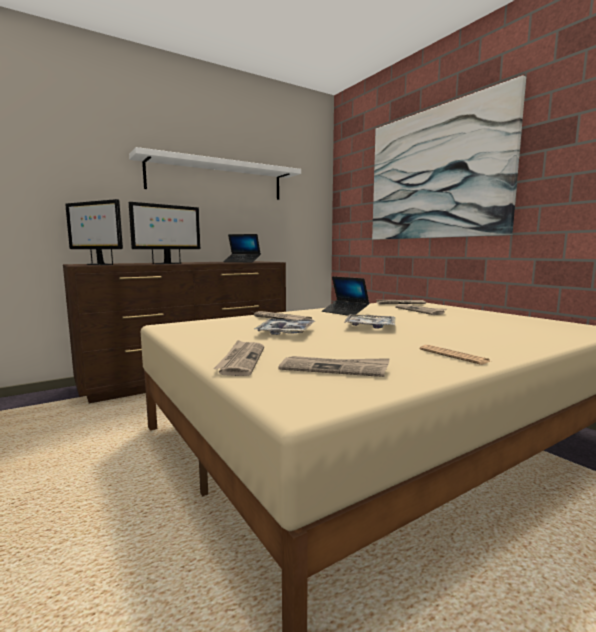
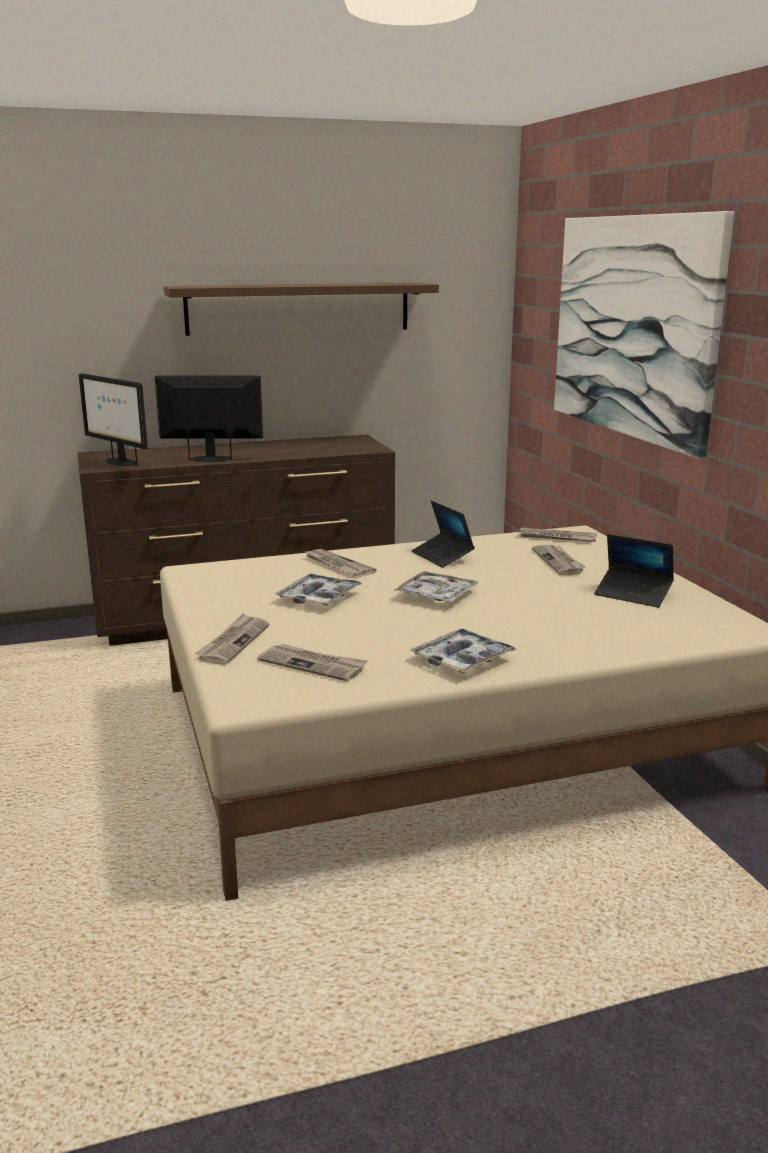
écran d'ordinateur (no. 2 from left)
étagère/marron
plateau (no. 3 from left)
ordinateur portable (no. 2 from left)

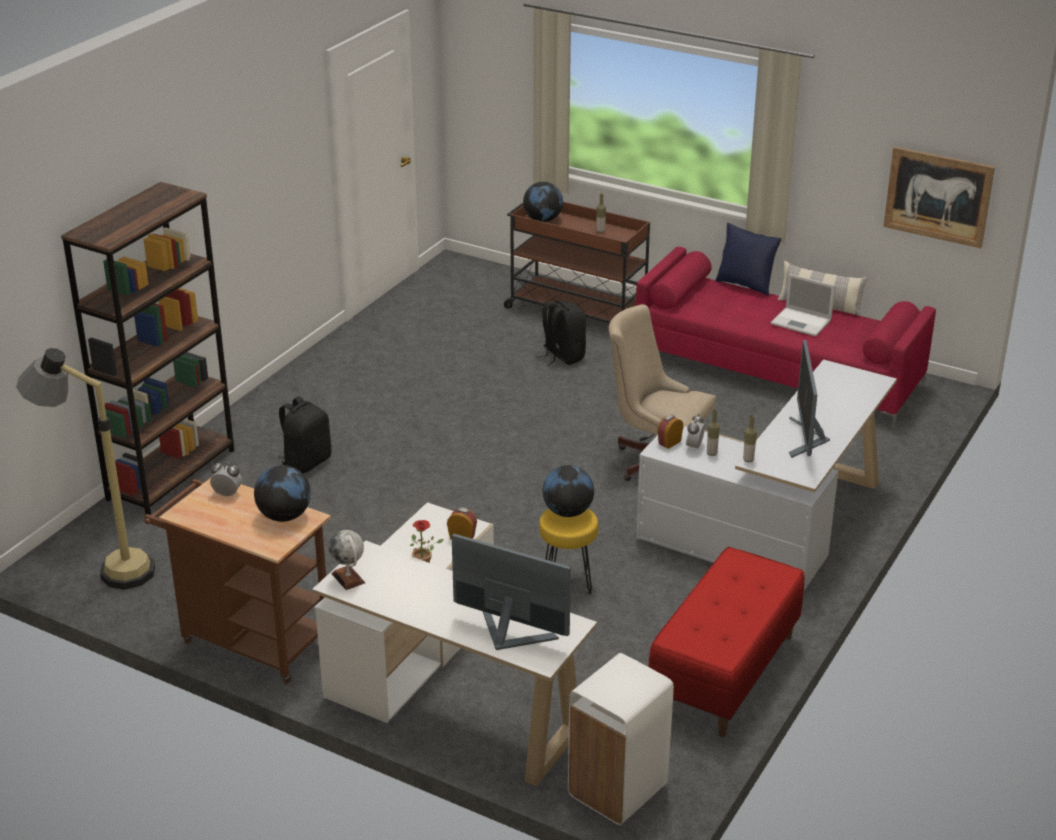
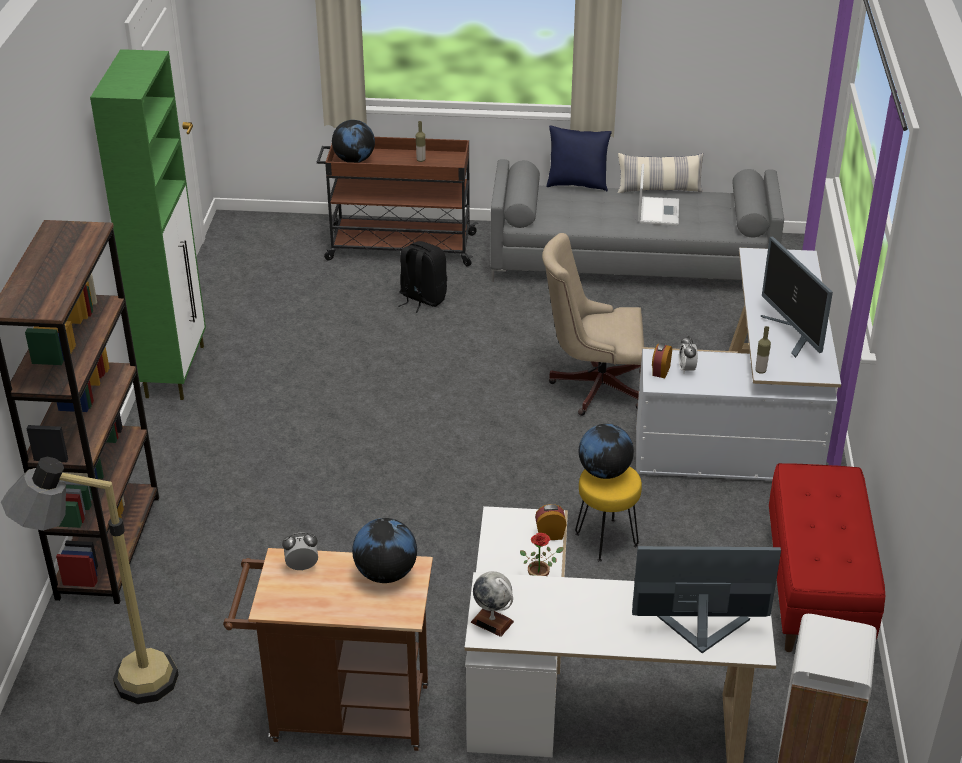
meuble de rangement/vert
canapé/gris
ordinateur portable
sac à dos/noir (no. 1 from left in the first image)
bouteille (no. 2 from left in the first image)
tableau

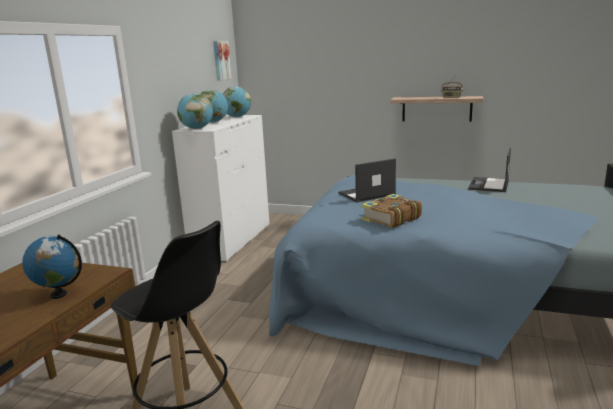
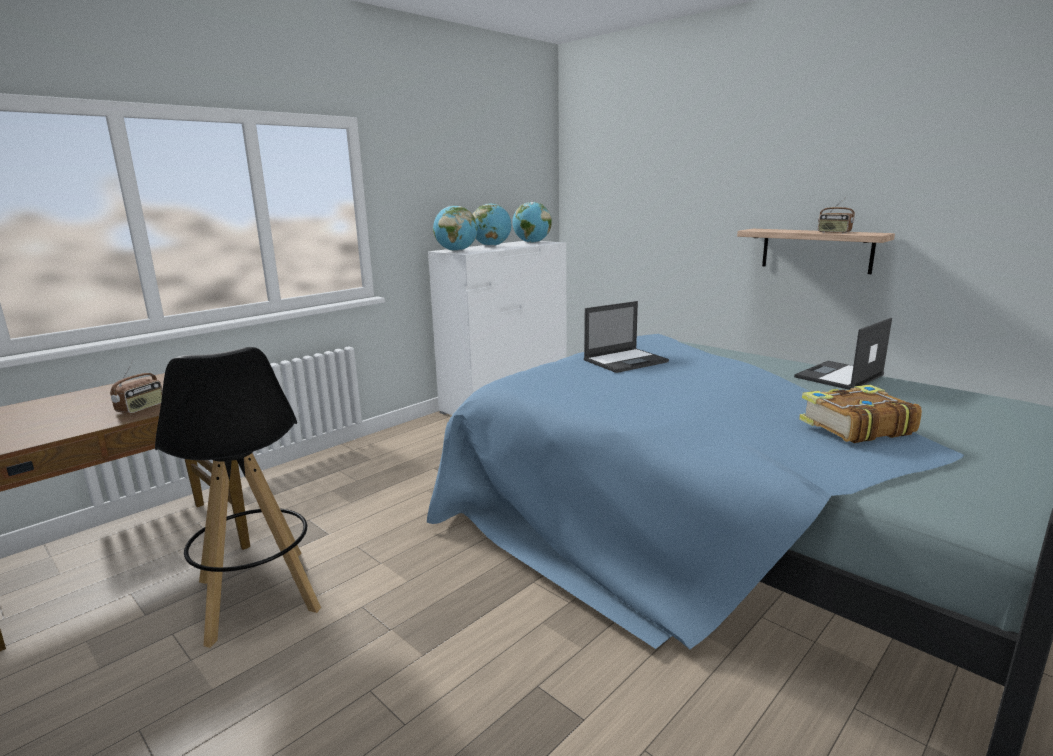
radio (no. 1 from left)
ordinateur portable (no. 1 from left)
livre
tableau

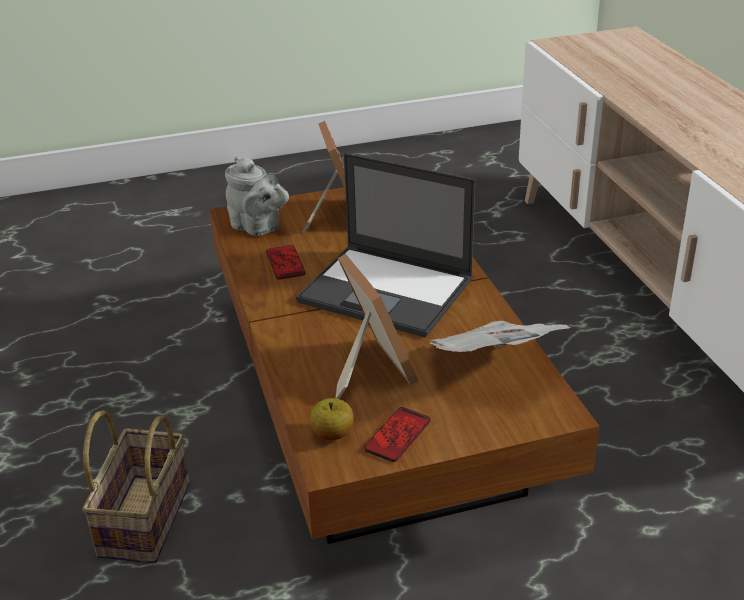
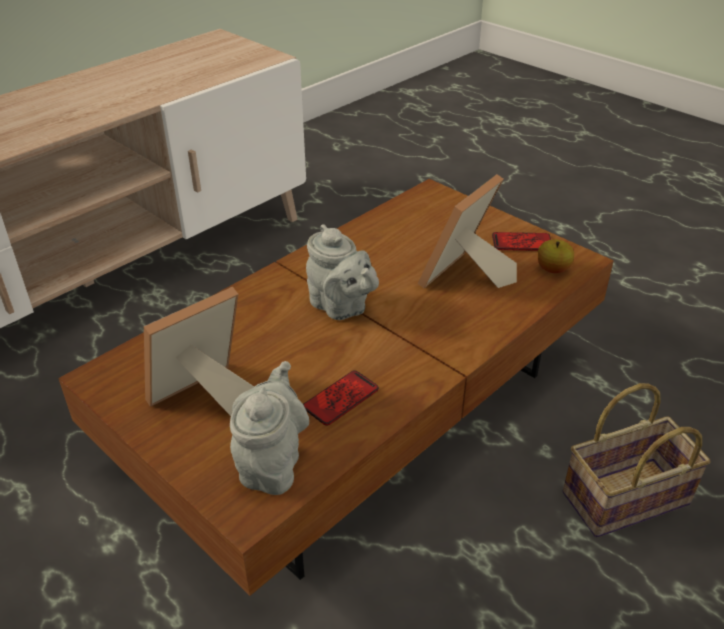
théière/gris (no. 2 from left)
journal

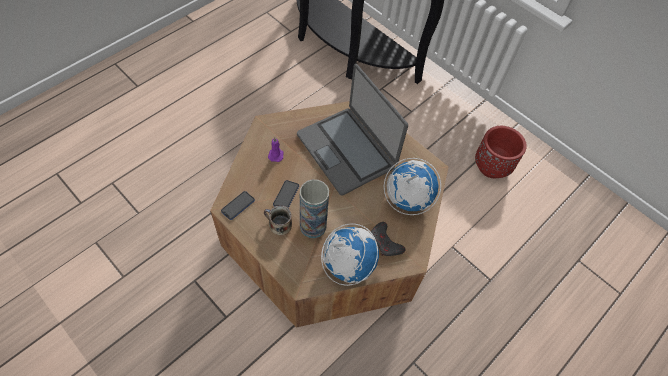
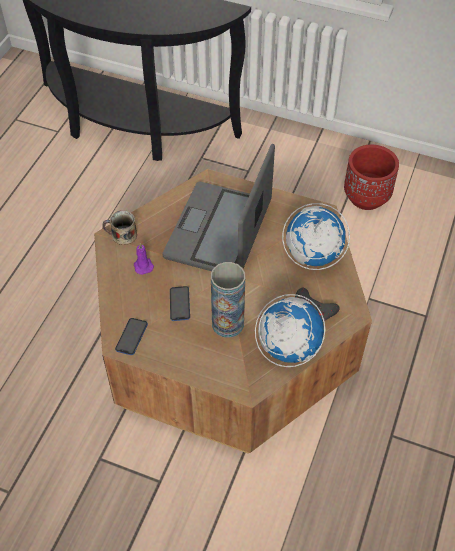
mug
ordinateur portable

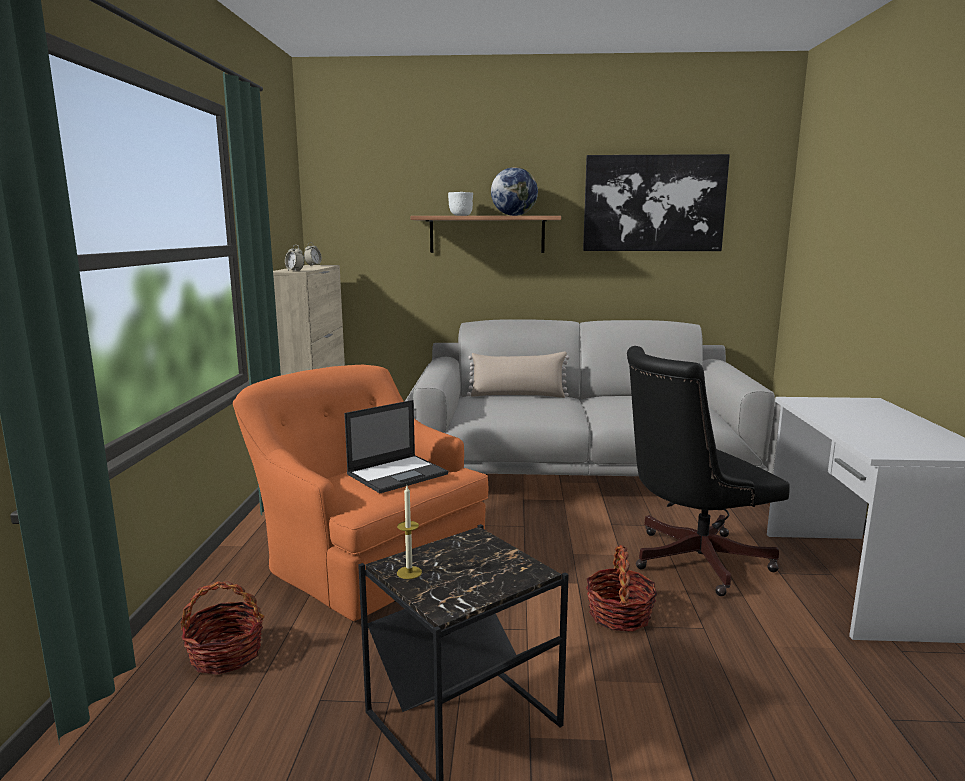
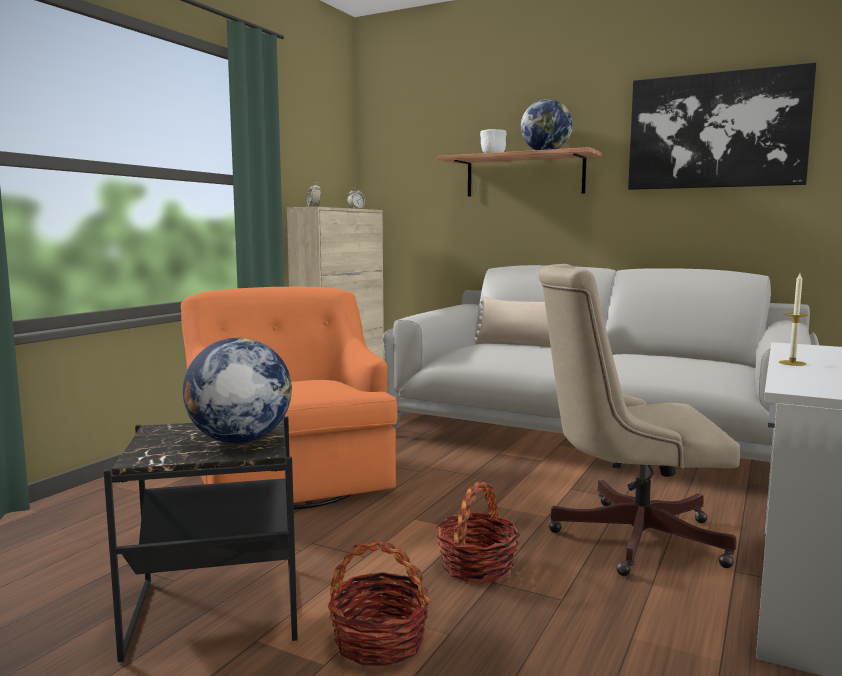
globe (no. 1 from left)
panier (no. 1 from left)
chaise de bureau/beige
bougie
ordinateur portable

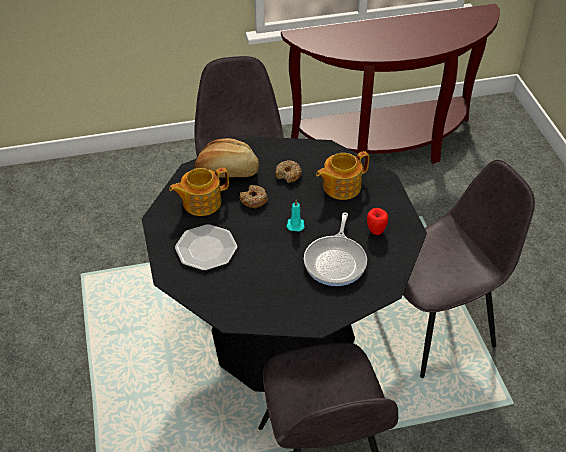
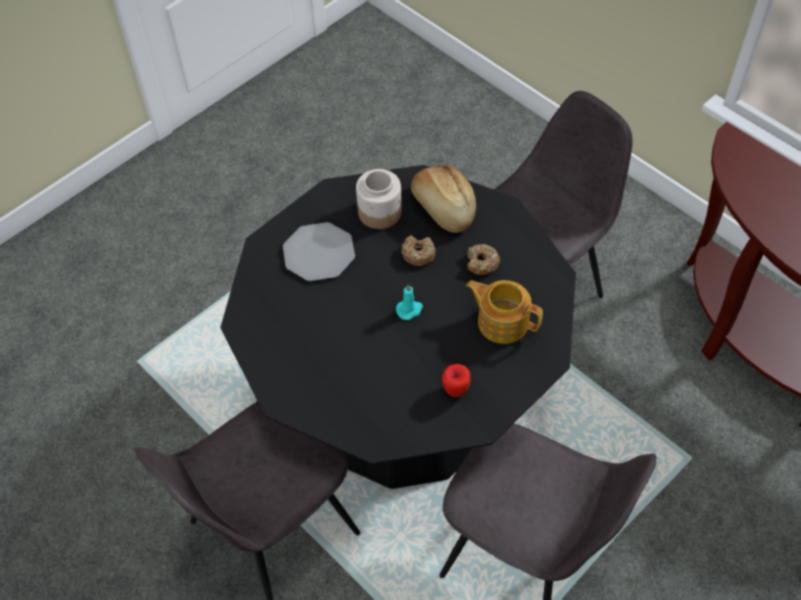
bocal
poêle

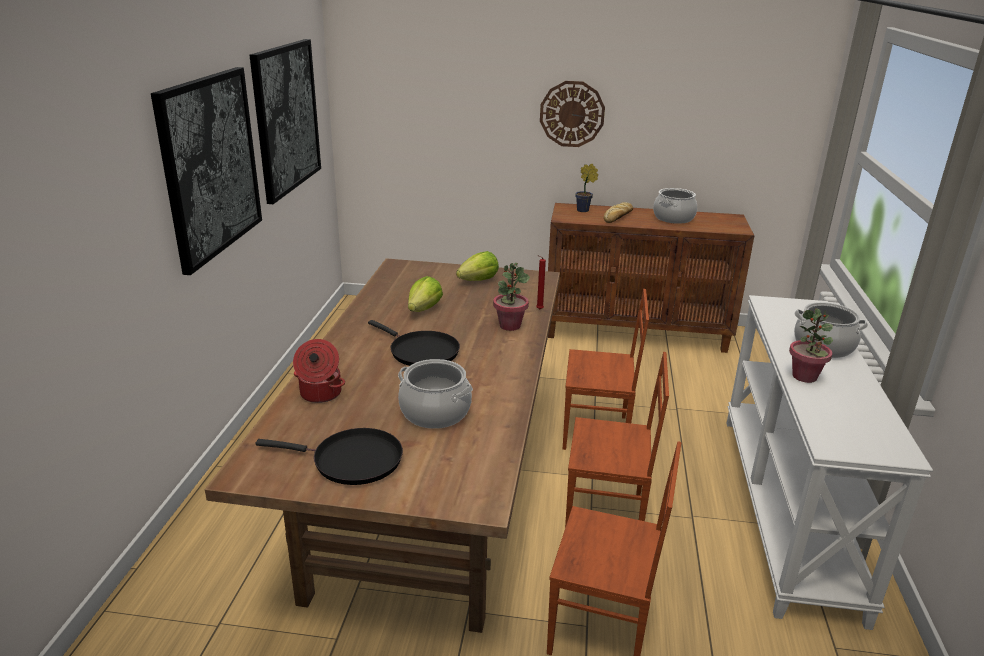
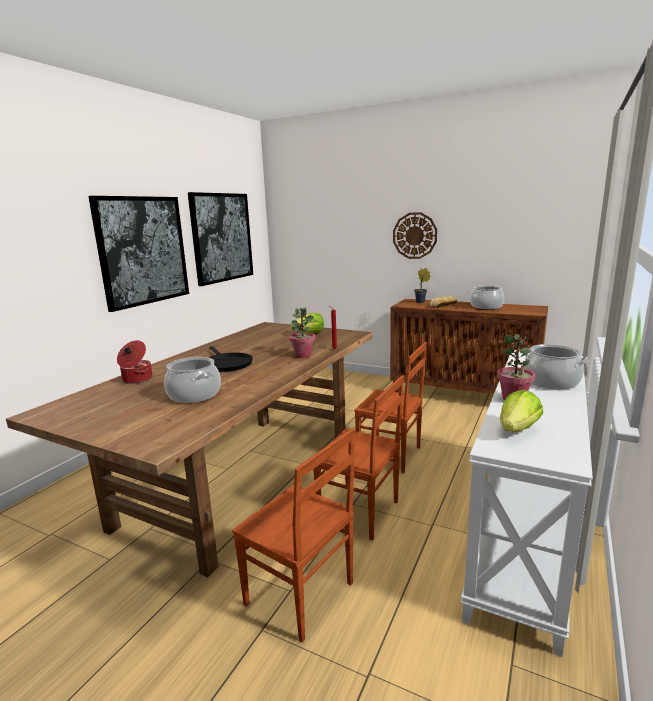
laitue (no. 2 from left)
poêle/noir (no. 1 from left in the first image)

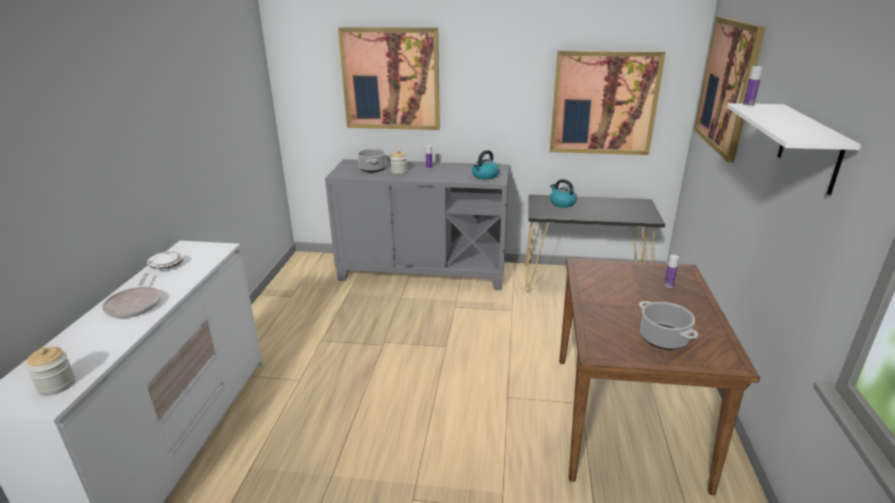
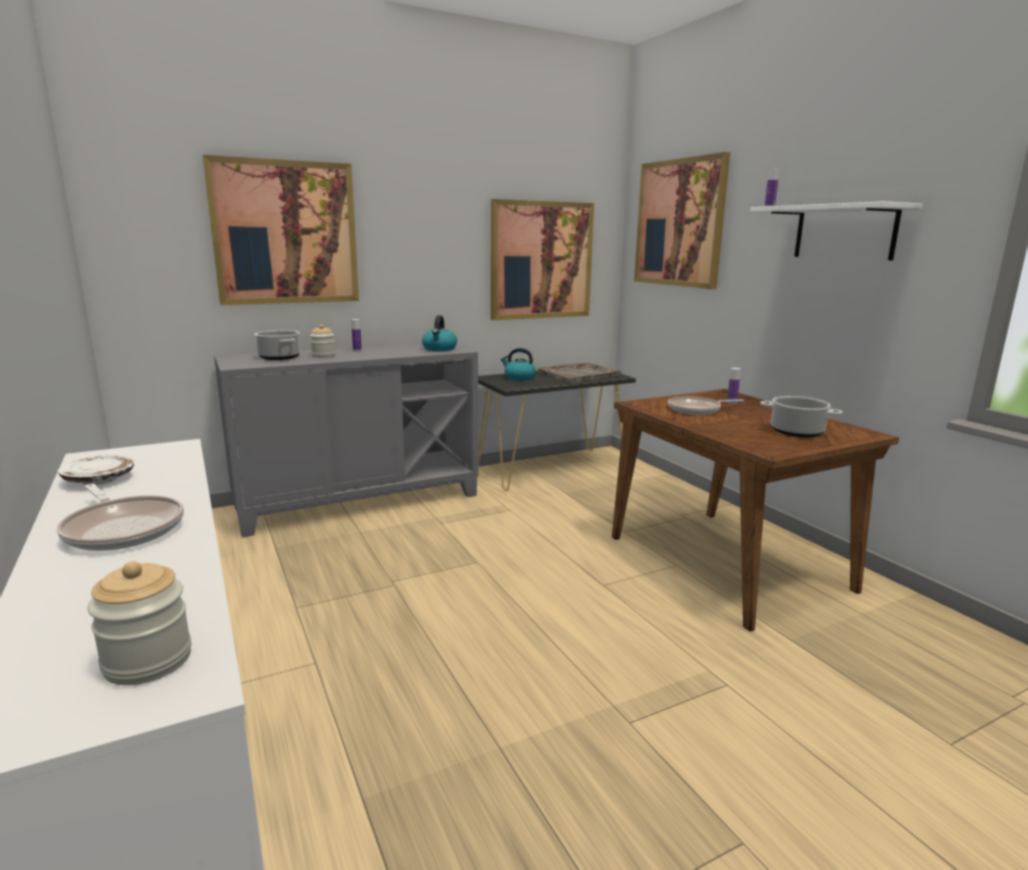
plateau/gris
poêle (no. 2 from left)

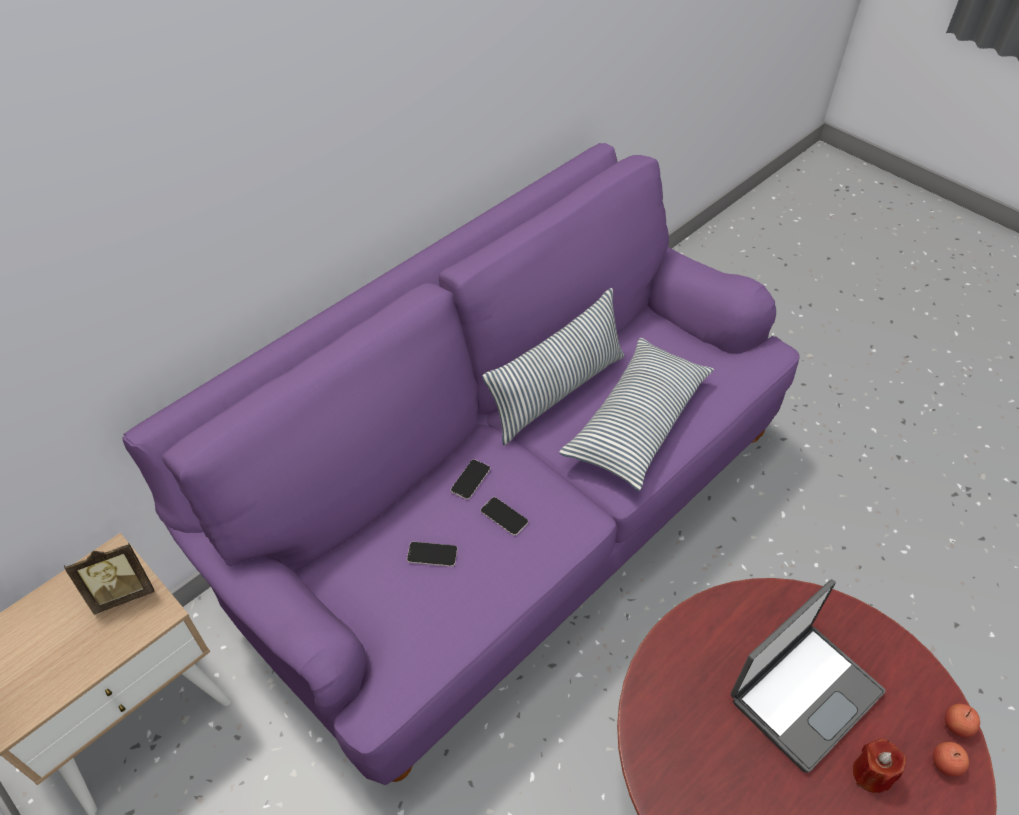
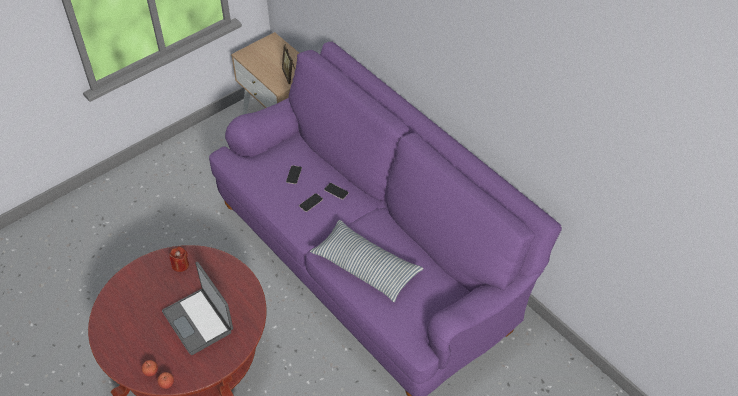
bougie/rouge
coussin (no. 1 from left in the first image)

